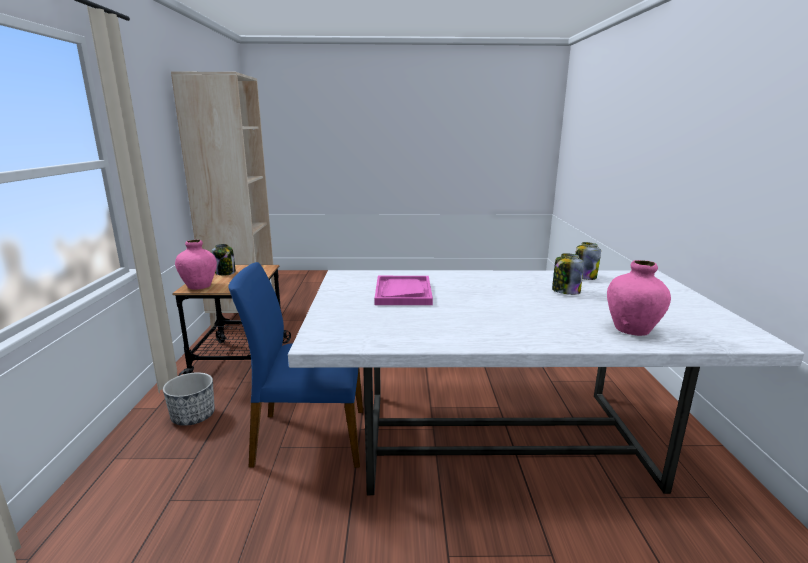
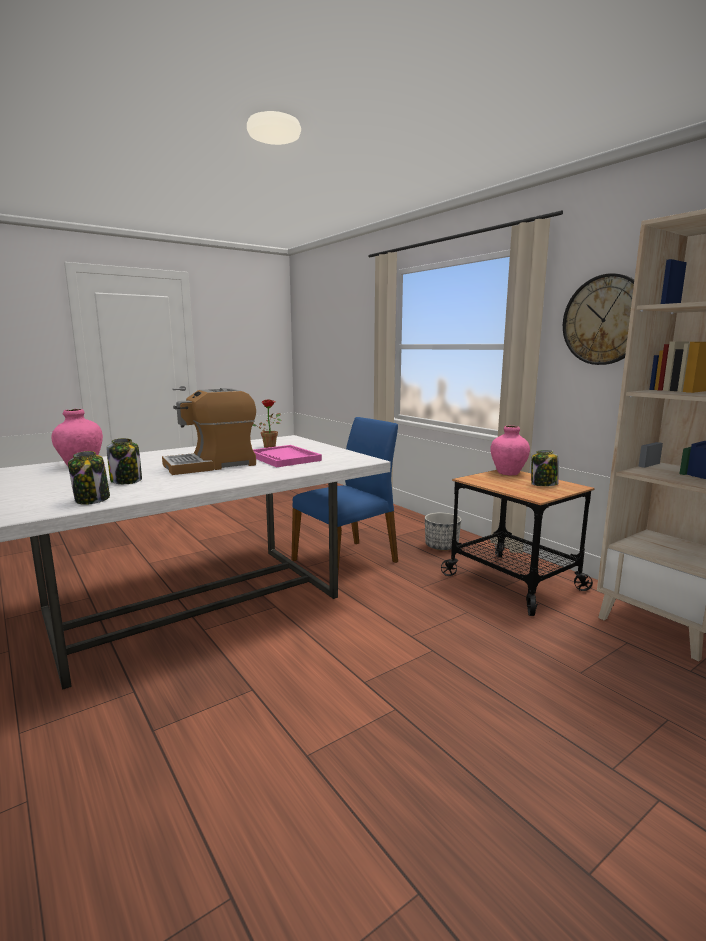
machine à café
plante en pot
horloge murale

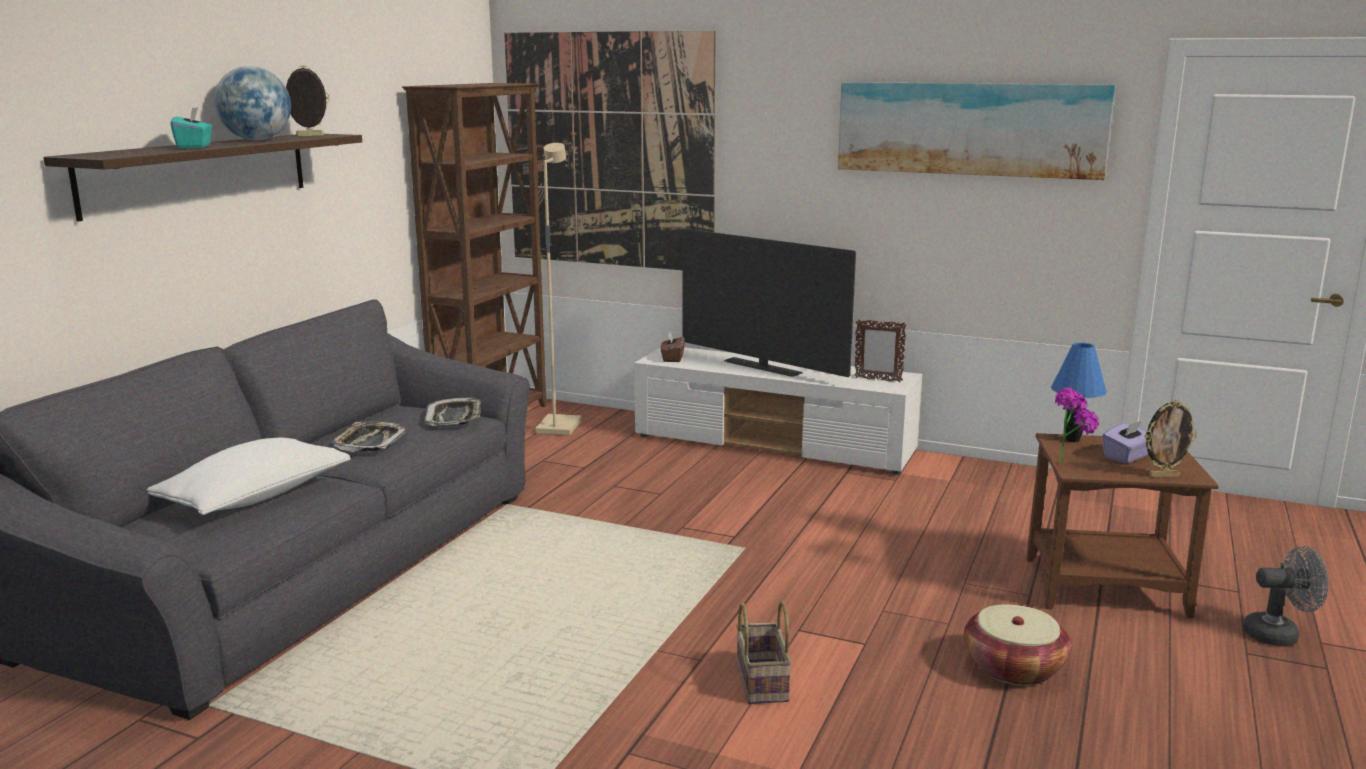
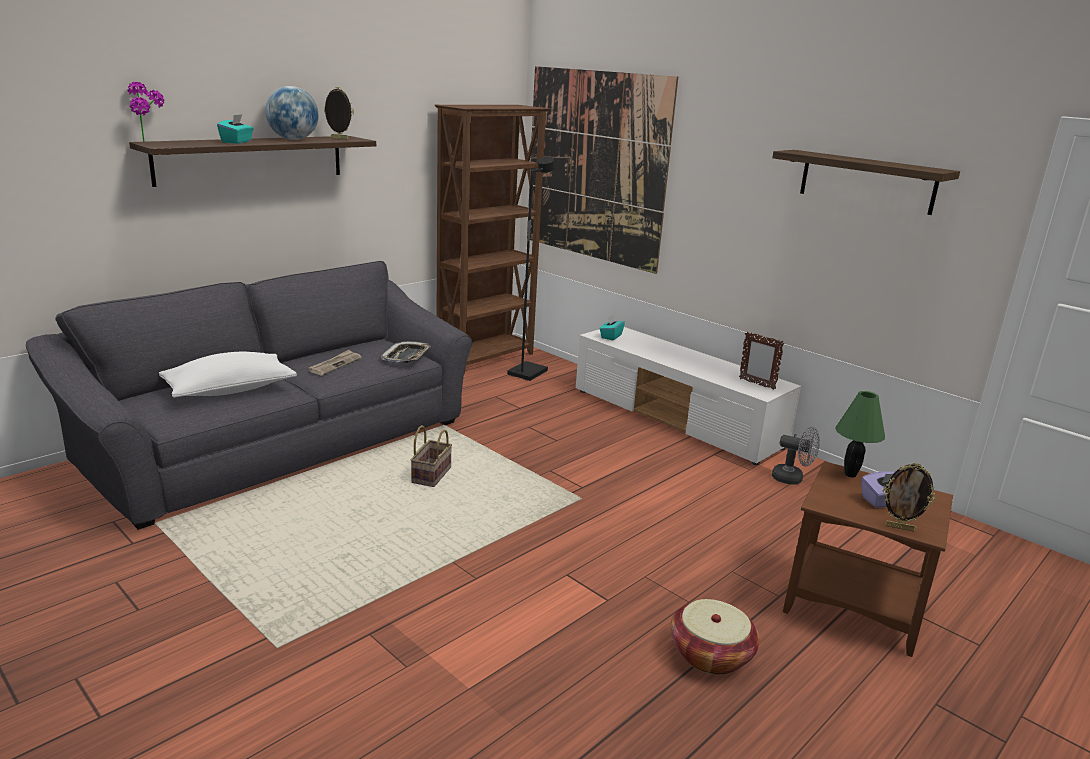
plante en pot
journal
panier (no. 1 from left)
lampadaire/noir
boîte à mouchoirs/turquoise (no. 2 from left)
étagère (no. 2 from left)
ventilateur/gris
lampe de table/vert
téléviseur

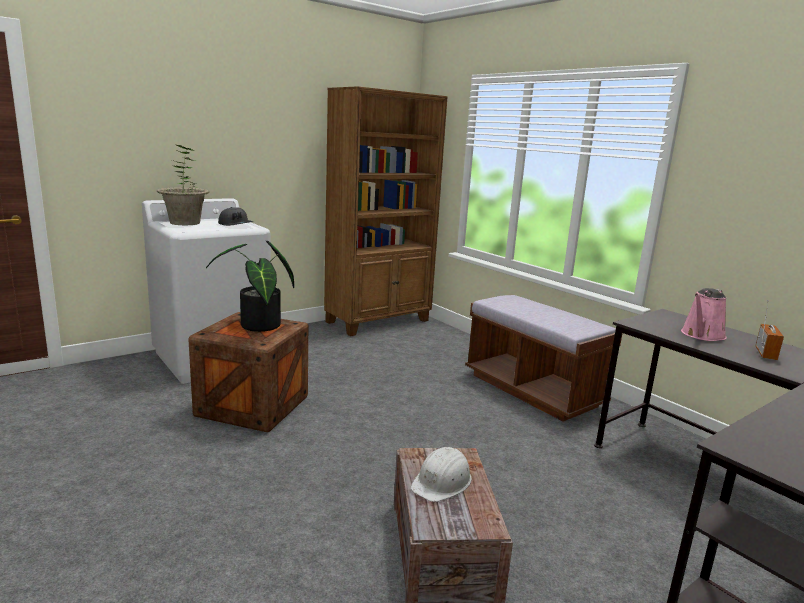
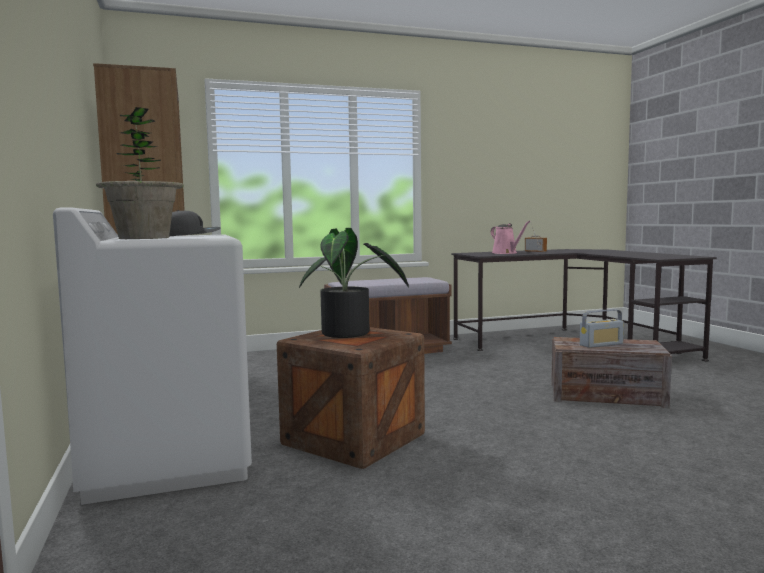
radio (no. 2 from left)

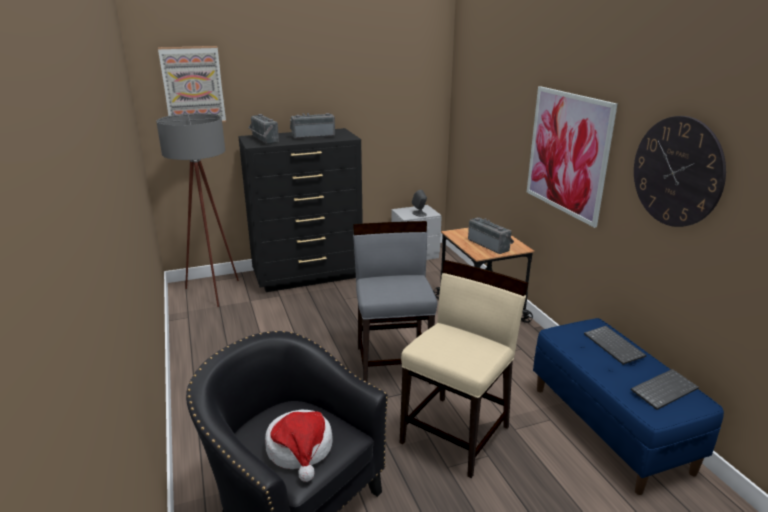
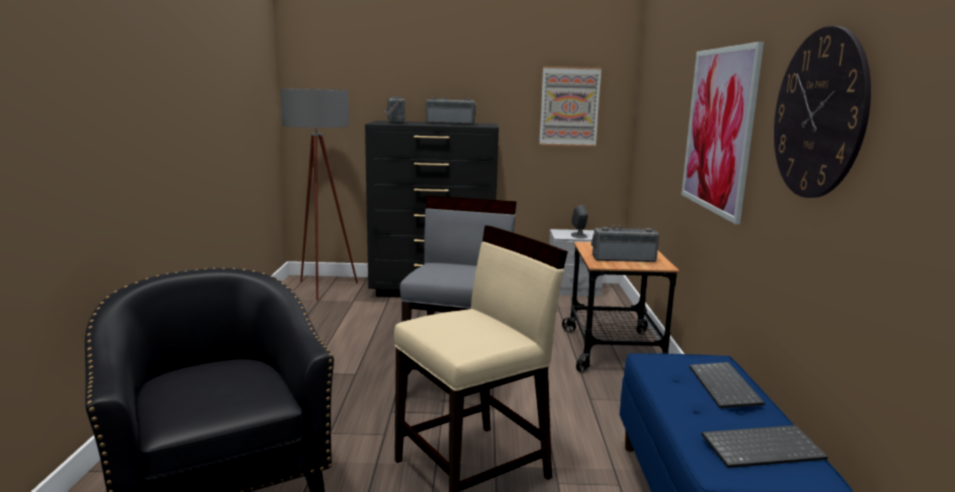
tableau (no. 1 from left)
radio (no. 3 from left)
chapeau

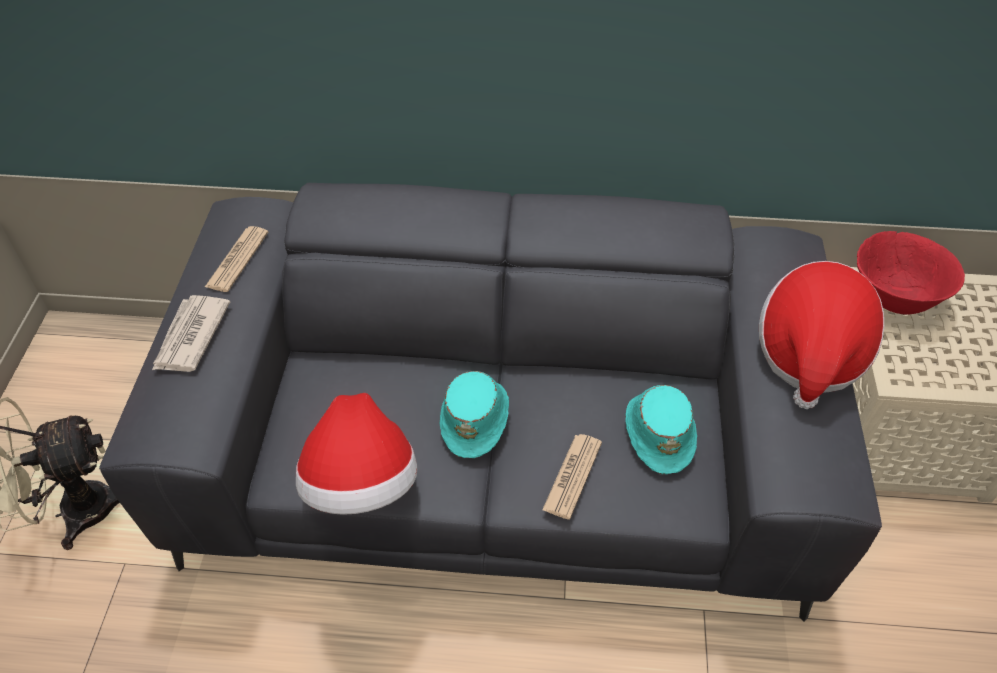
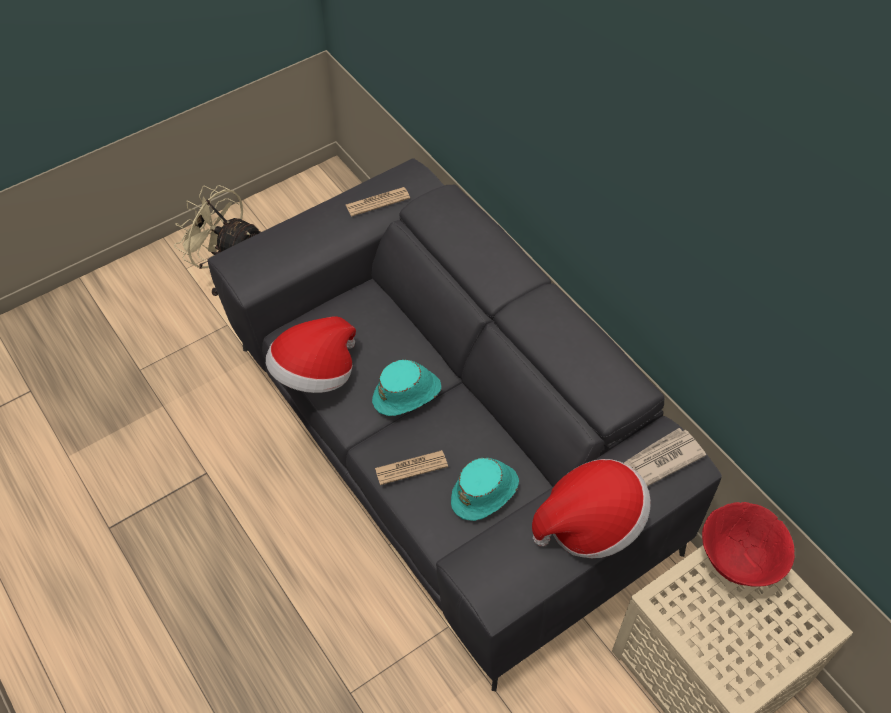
journal (no. 3 from left)

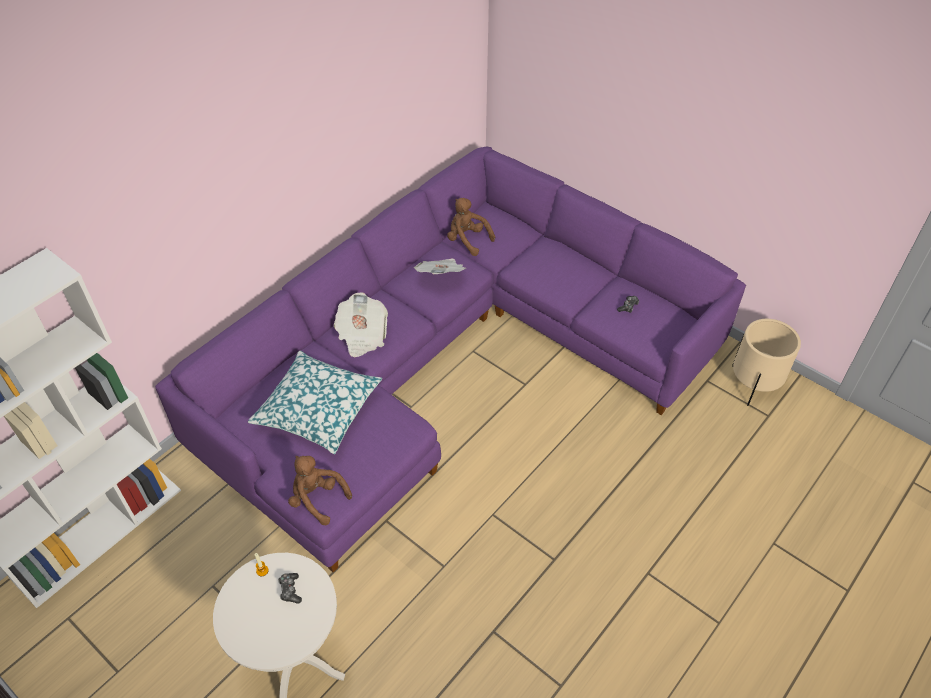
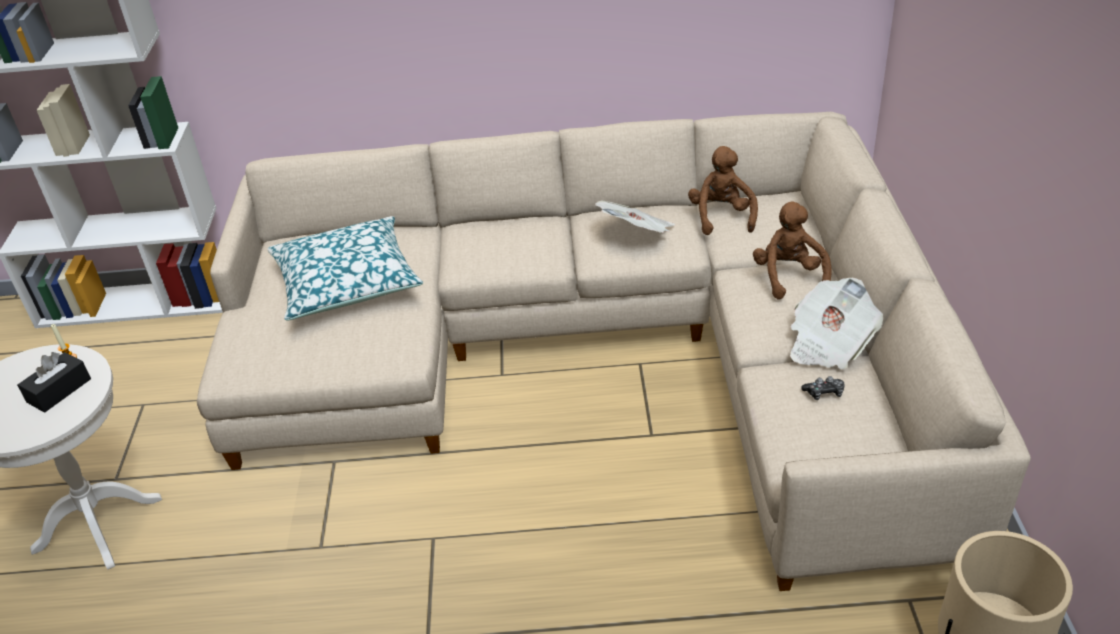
boîte à mouchoirs/noir
canapé/beige
peluche/marron (no. 2 from left)
journal (no. 2 from left)

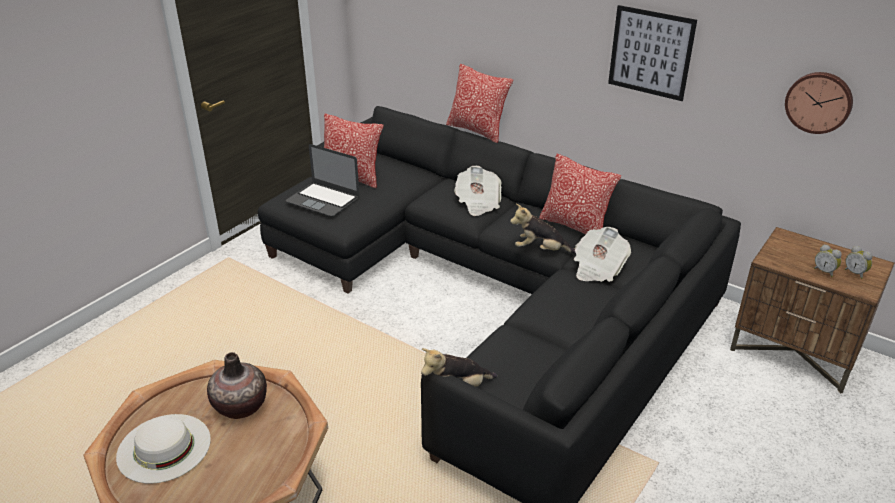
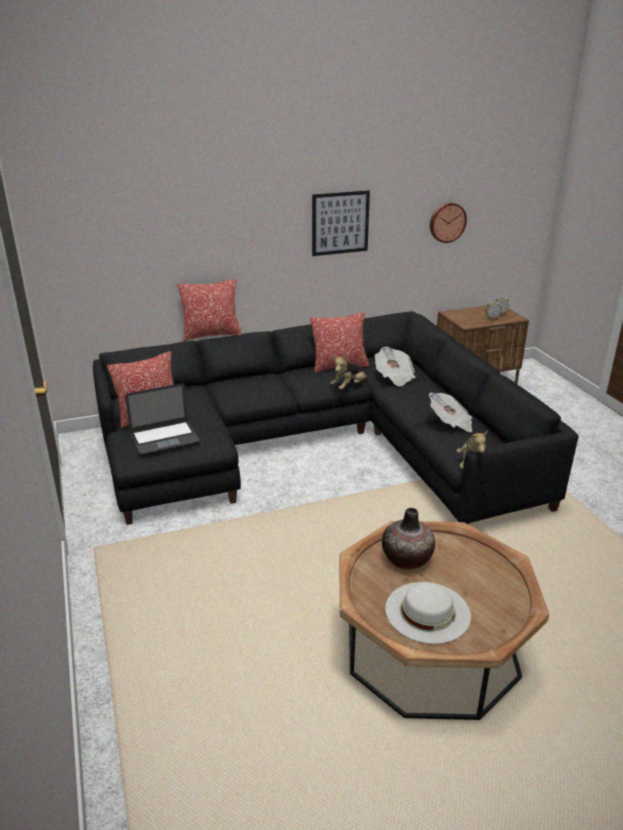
journal (no. 2 from left)

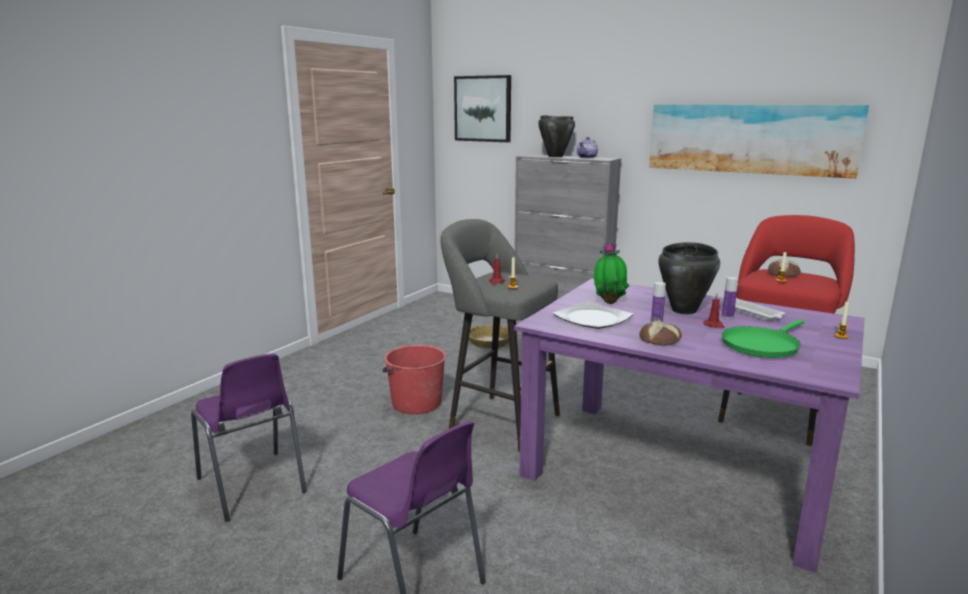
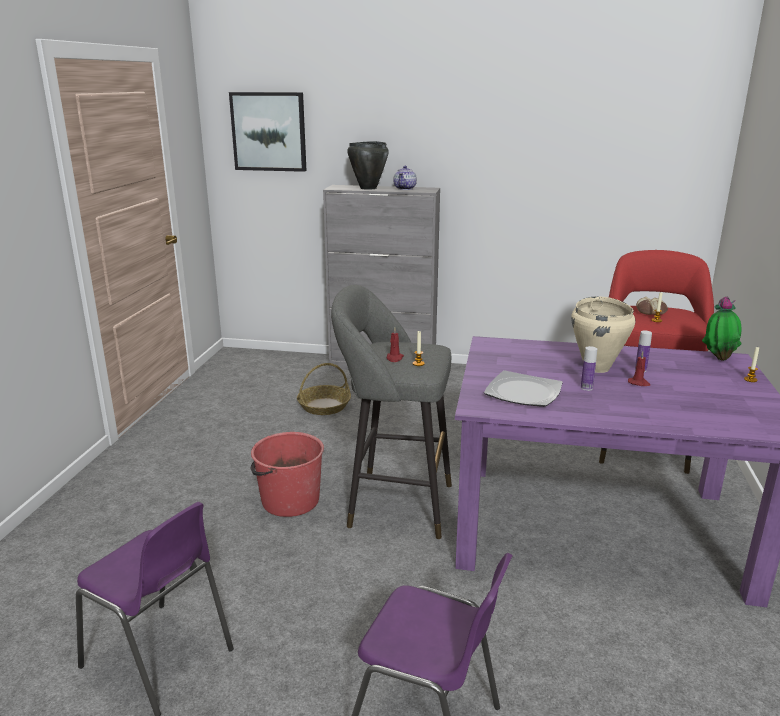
marmite/beige
plante en pot
pain (no. 1 from left in the first image)
tableau (no. 2 from left in the first image)
plateau/blanc
poêle/vert

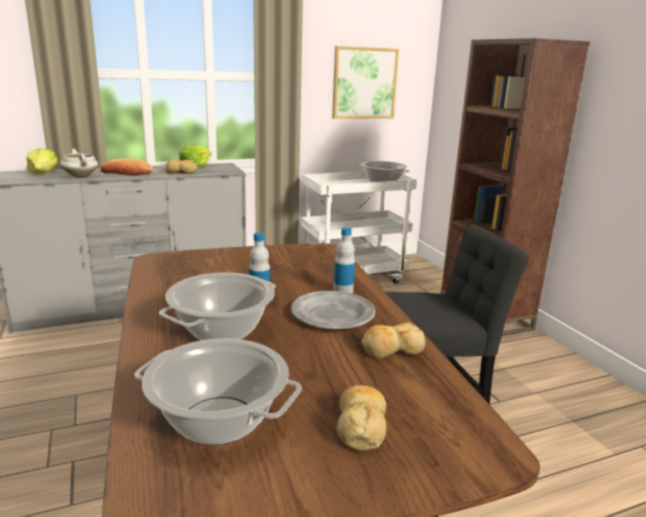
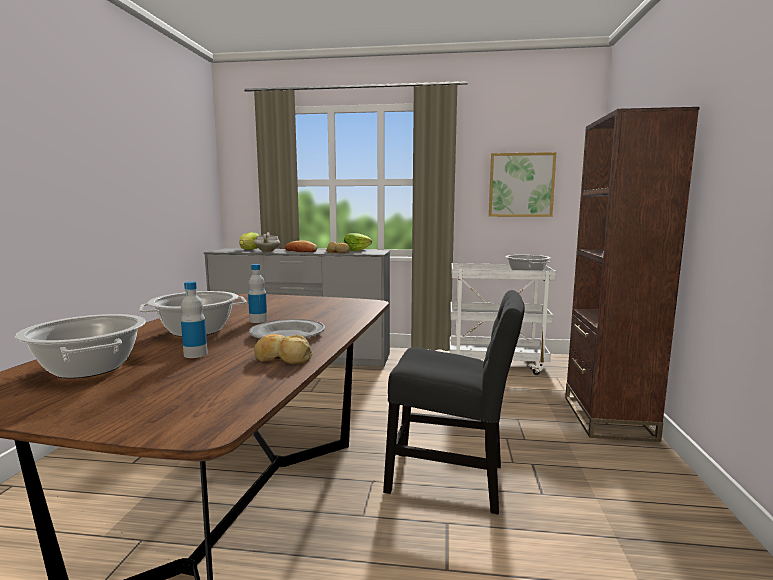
bouteille (no. 1 from left)
pain (no. 3 from left in the first image)

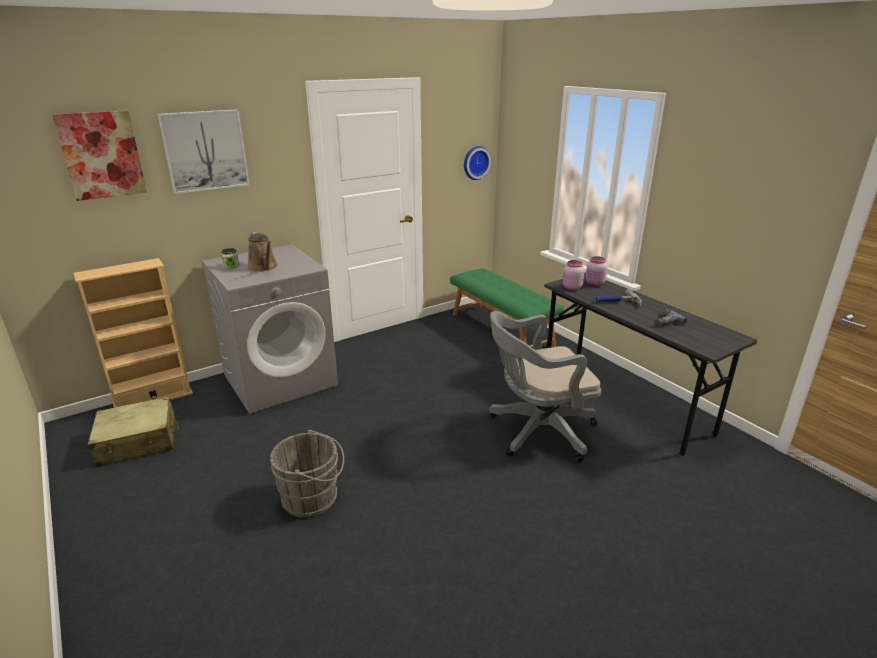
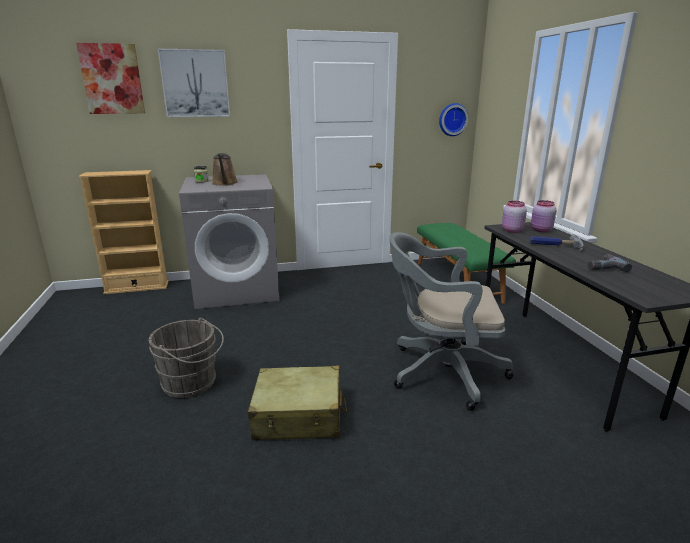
valise/beige

